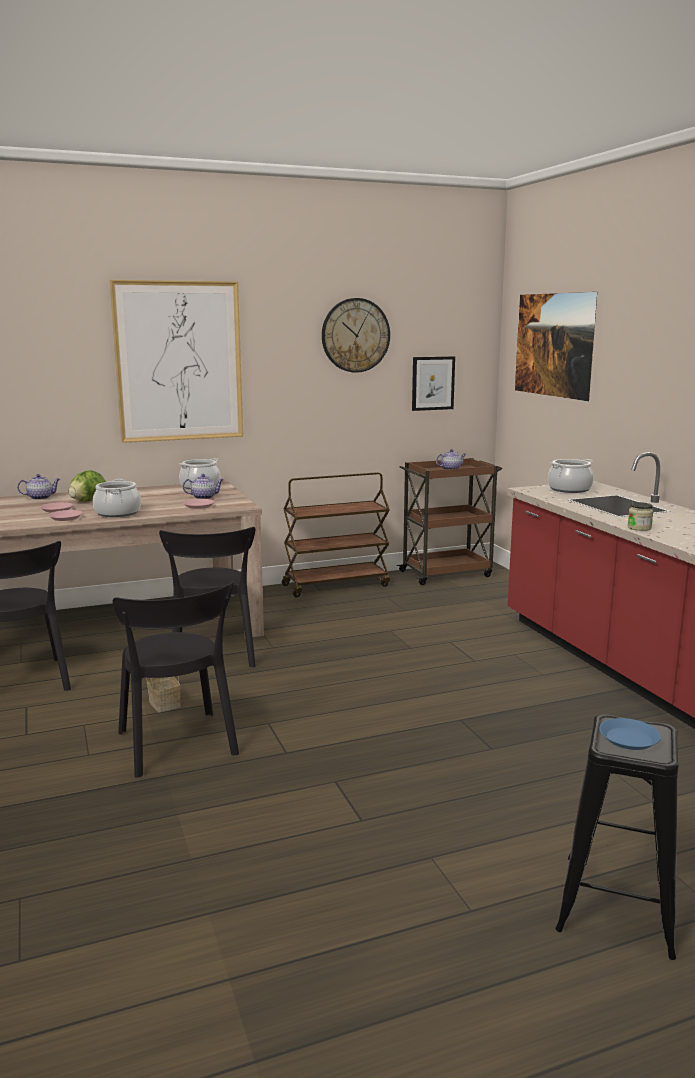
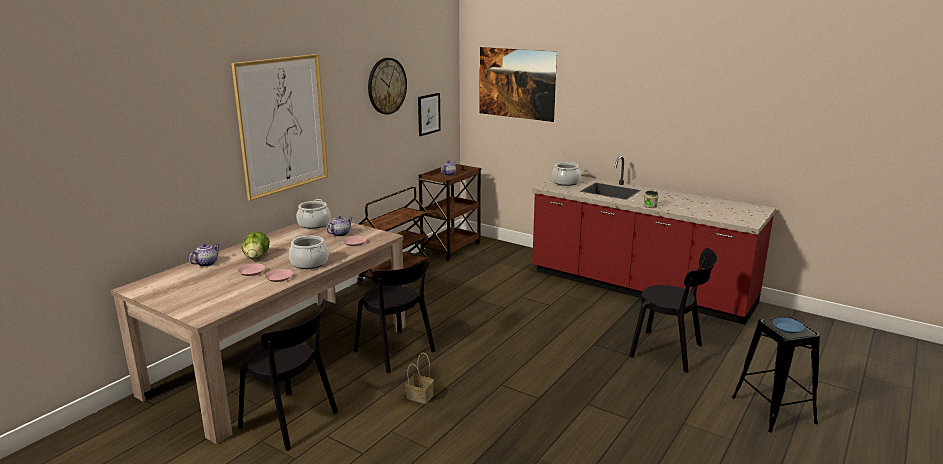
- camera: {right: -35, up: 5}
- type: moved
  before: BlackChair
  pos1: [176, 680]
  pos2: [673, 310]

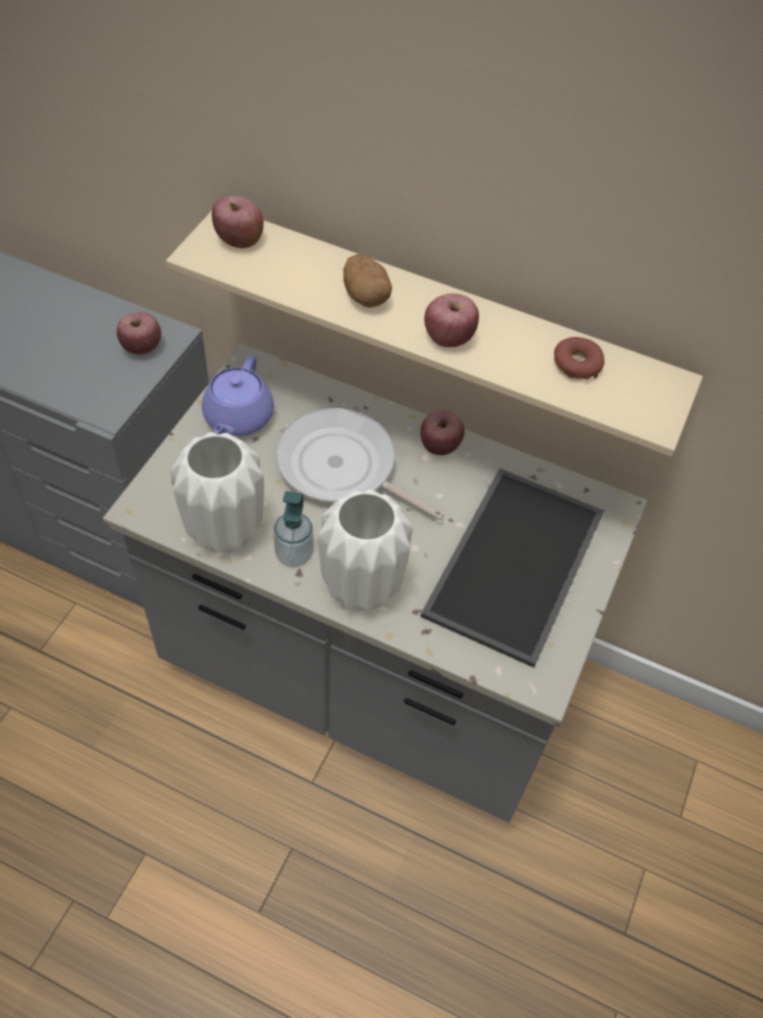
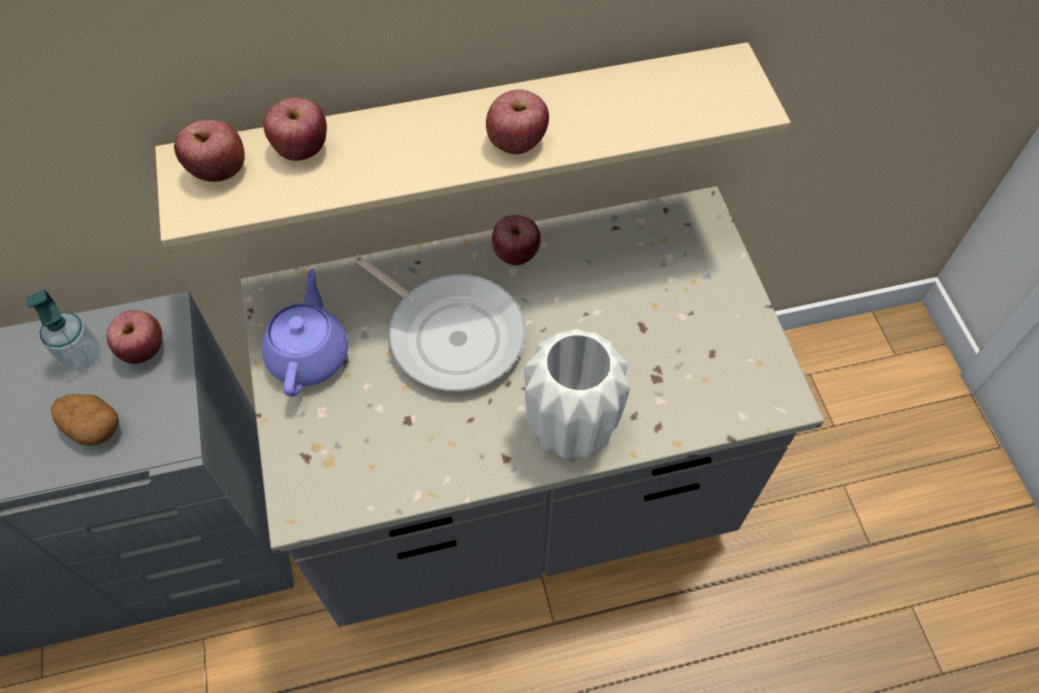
- camera: {right: -35, up: 5}
- type: removed
  before: WhiteVase
  pos1: [217, 492]
- type: removed
  before: Tray
  pos1: [512, 568]
- type: removed
  before: Donut
  pos1: [579, 358]
- type: added
  after: Apple
  pos2: [295, 129]
- type: moved
  before: SoapDispenser
  pos1: [294, 529]
  pos2: [63, 330]
- type: moved
  before: Potato
  pos1: [367, 281]
  pos2: [85, 420]
- type: turned
  before: PurpleTeapot
  pos1: [238, 395]
  pos2: [305, 332]
  turn: -150
- type: turned
  before: FryingPan
  pos1: [360, 464]
  pos2: [439, 323]
  turn: -135

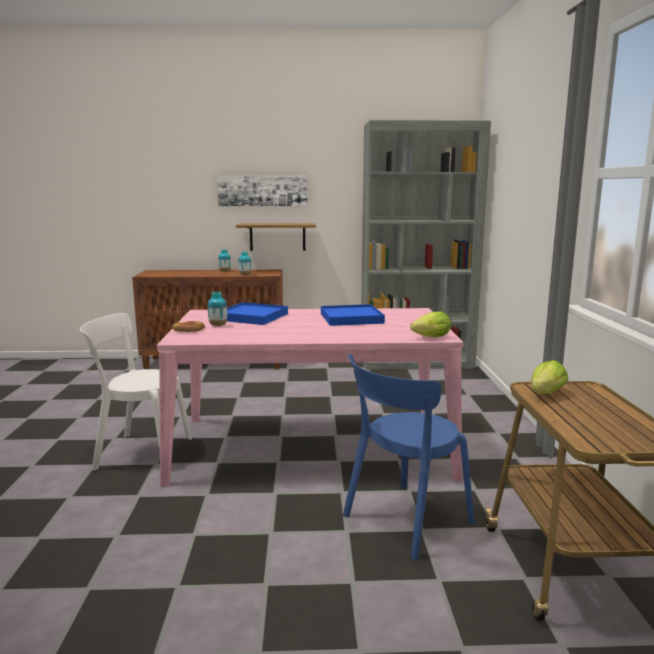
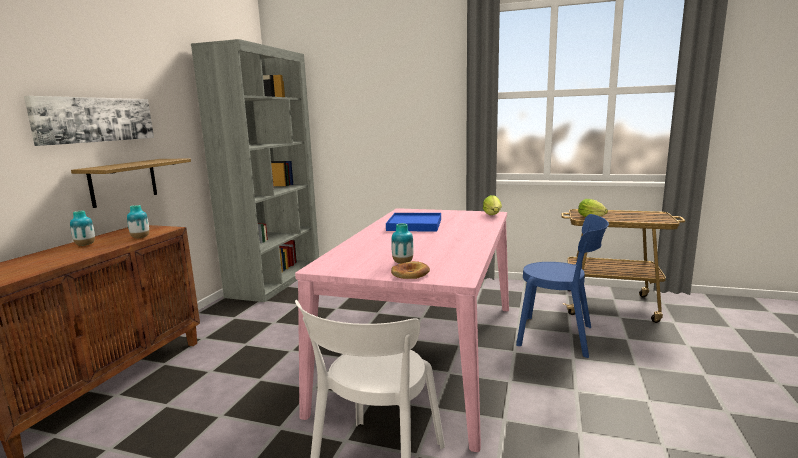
- camera: {right: -70, up: 0}
- type: removed
  before: BlueTray
  pos1: [257, 313]
- type: turned
  before: BlueChair
  pos1: [409, 457]
  pos2: [562, 286]
  turn: -45

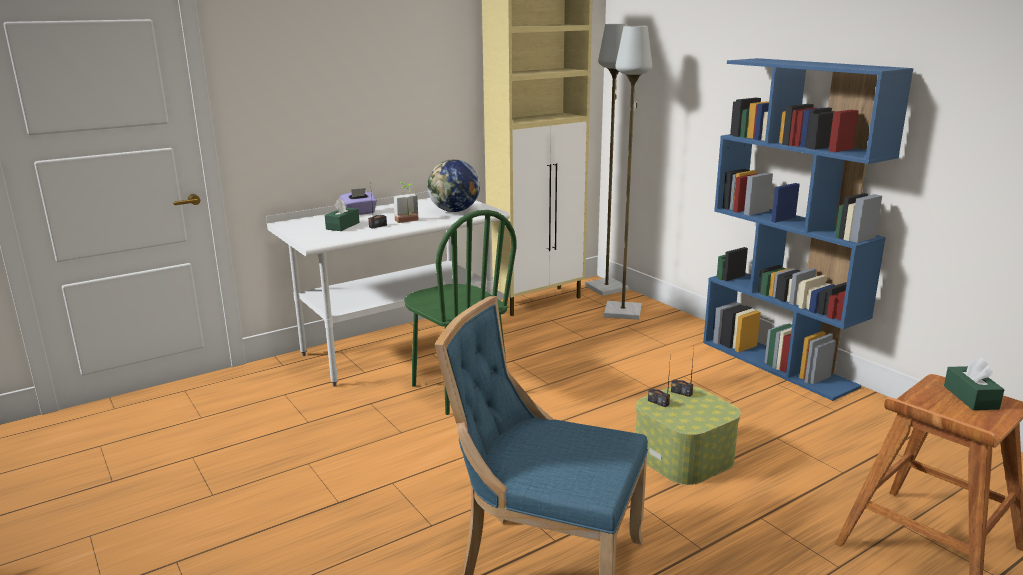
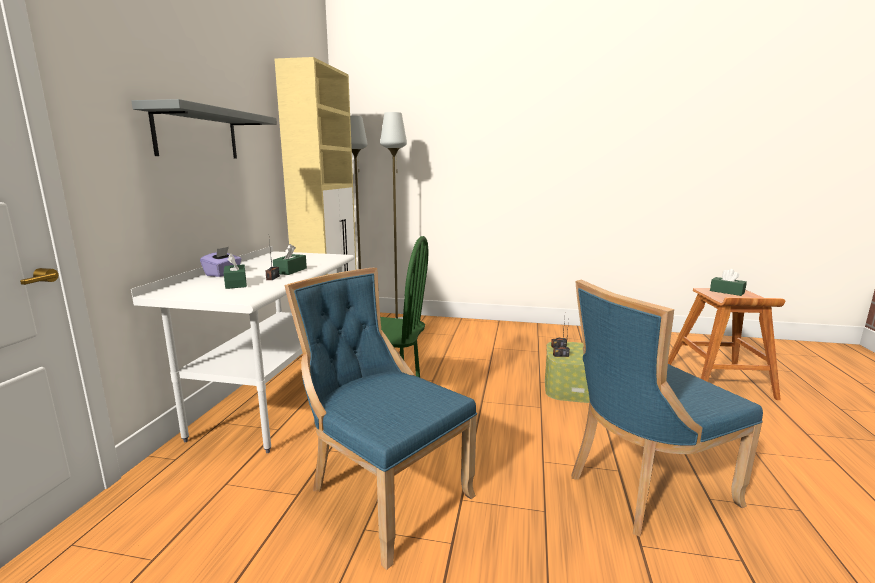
- camera: {right: -45, up: -5}
- type: removed
  before: Globe
  pos1: [453, 185]
- type: removed
  before: BlueBookcase
  pos1: [808, 229]
- type: added
  after: GreyShelf
  pos2: [204, 128]
- type: added
  after: BlueChair
  pos2: [380, 419]
- type: replaced
  before: PottedPlant
  after: GreenTissueBox
  pos1: [406, 202]
  pos2: [290, 259]

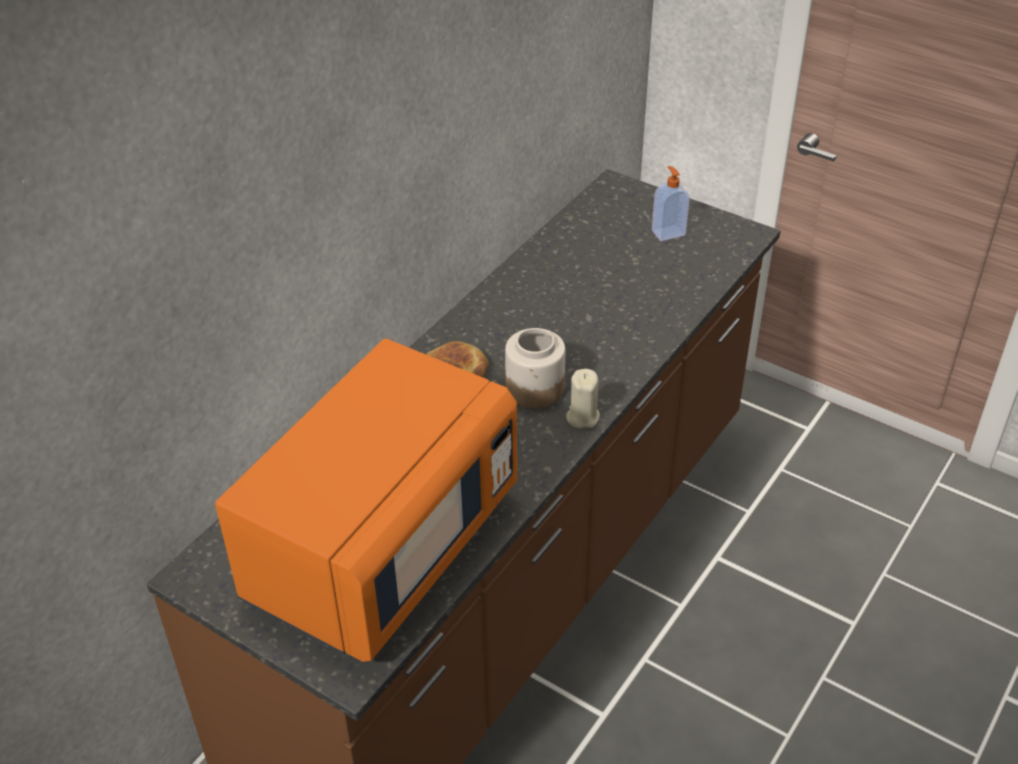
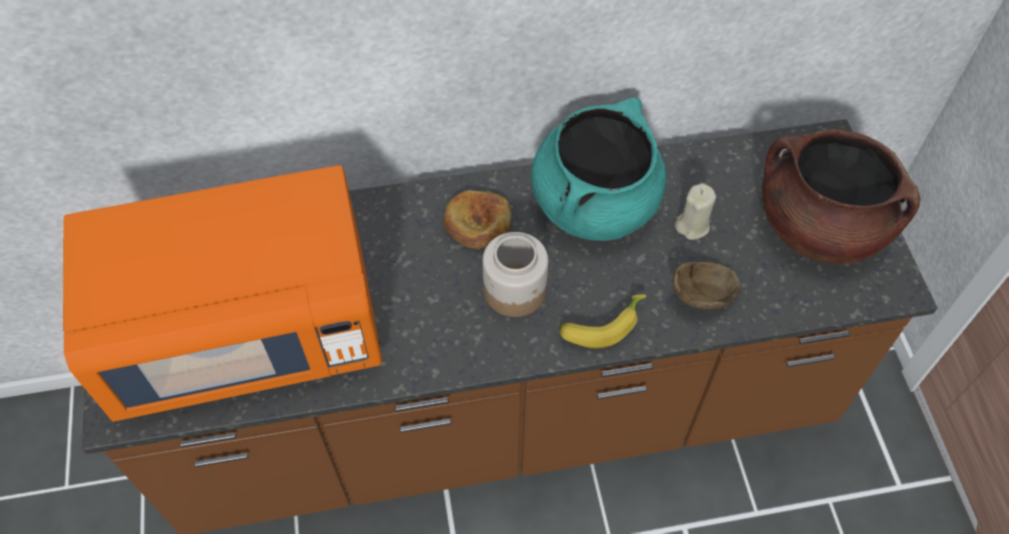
- camera: {right: 45, up: 15}
- type: added
  after: TurquoiseCookingPot
  pos2: [598, 169]
- type: added
  after: Banana
  pos2: [602, 321]
- type: added
  after: BrownBowl
  pos2: [706, 286]
- type: moved
  before: BeigeCandle
  pos1: [583, 398]
  pos2: [695, 211]
- type: replaced
  before: SoapDispenser
  after: BrownCookingPot
  pos1: [671, 203]
  pos2: [841, 196]

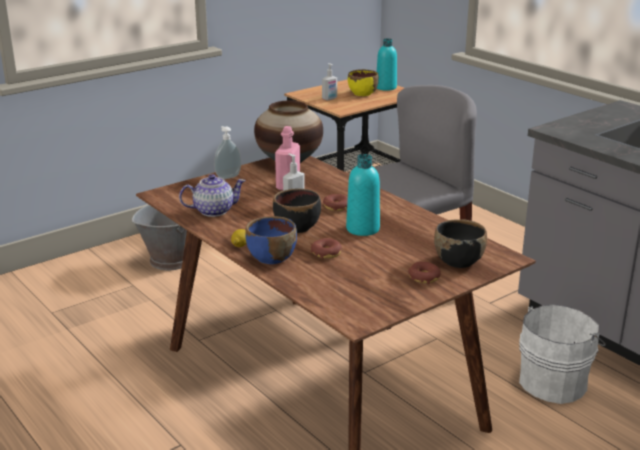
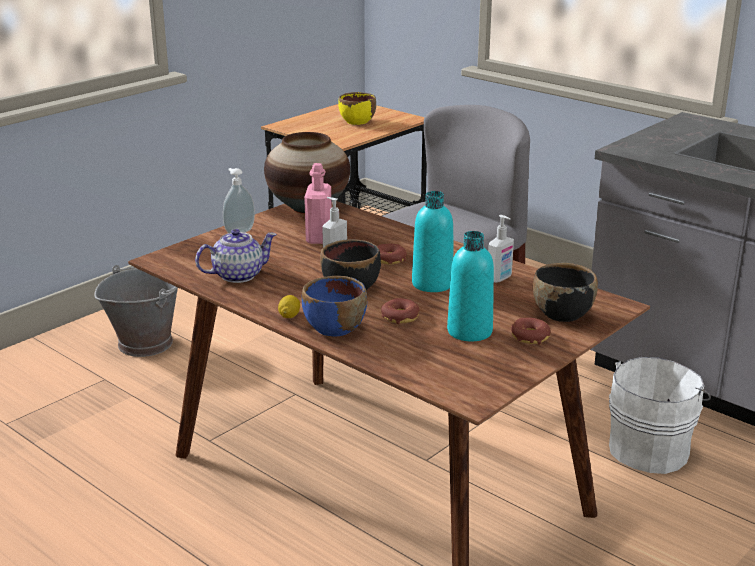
- camera: {right: -10, up: 0}
- type: moved
  before: SoapDispenser
  pos1: [329, 81]
  pos2: [501, 249]
- type: moved
  before: TurquoiseBottle
  pos1: [387, 64]
  pos2: [470, 286]

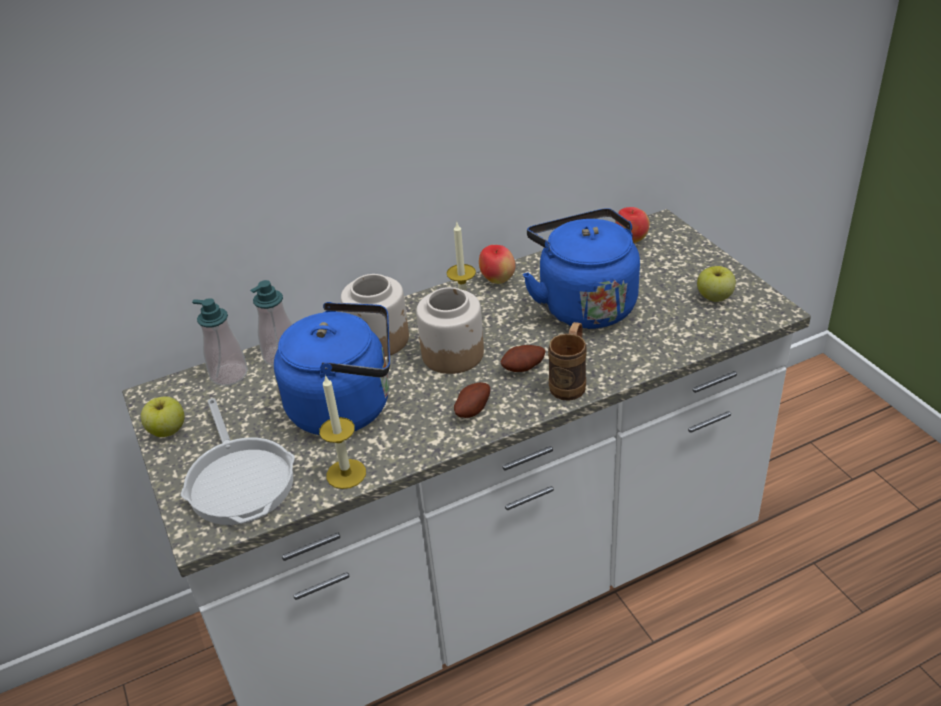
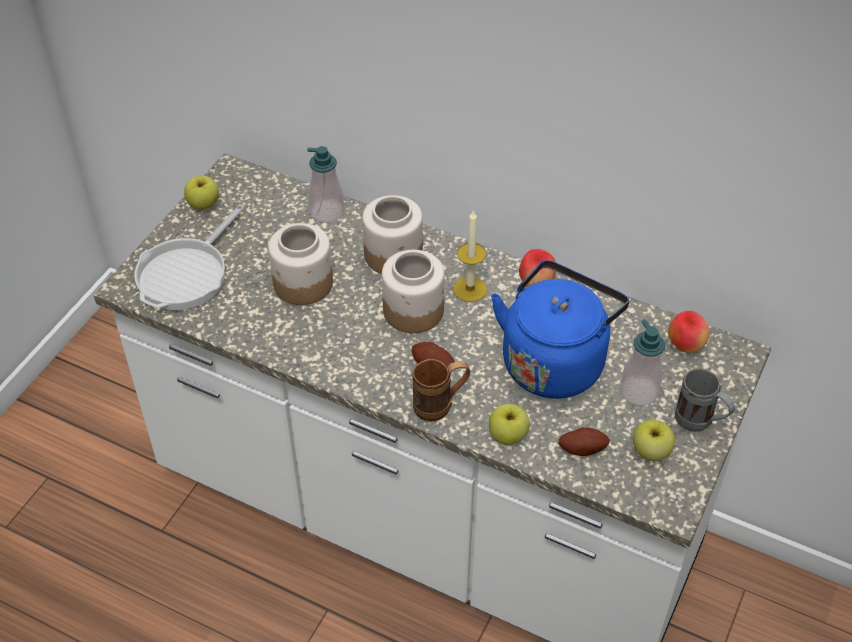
- camera: {right: 50, up: 10}
- type: removed
  before: Candle
  pos1: [342, 432]
- type: added
  after: Apple
  pos2: [509, 424]
- type: added
  after: GreyMug
  pos2: [705, 400]
- type: moved
  before: SoapDispenser
  pos1: [220, 342]
  pos2: [642, 362]
- type: moved
  before: Potato
  pos1: [472, 400]
  pos2: [584, 441]
- type: replaced
  before: BlueKettle
  after: Jar
  pos1: [332, 368]
  pos2: [300, 264]

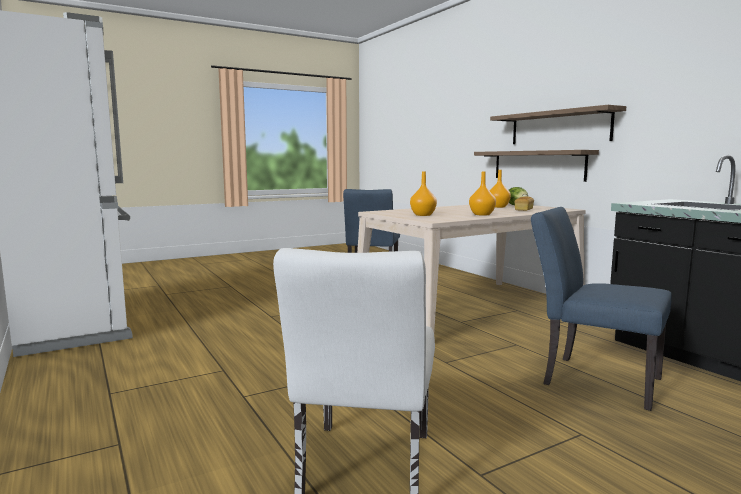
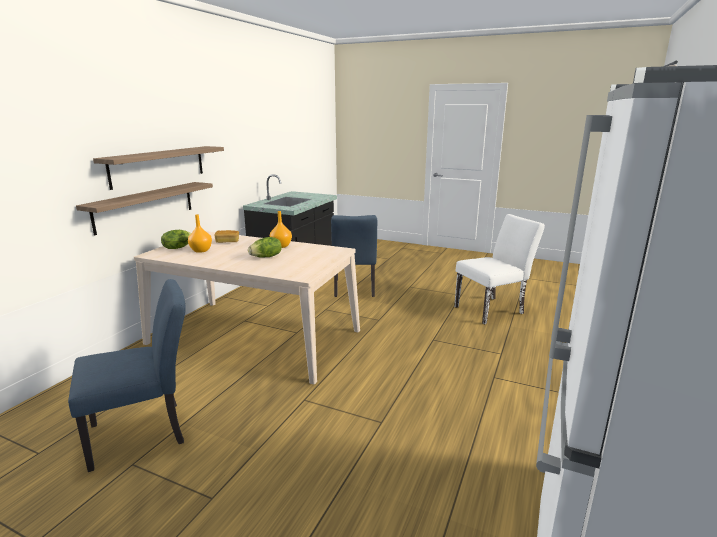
- camera: {right: -125, up: 10}
- type: removed
  before: OrangeVase
  pos1: [423, 193]
- type: added
  after: Lettuce
  pos2: [265, 247]

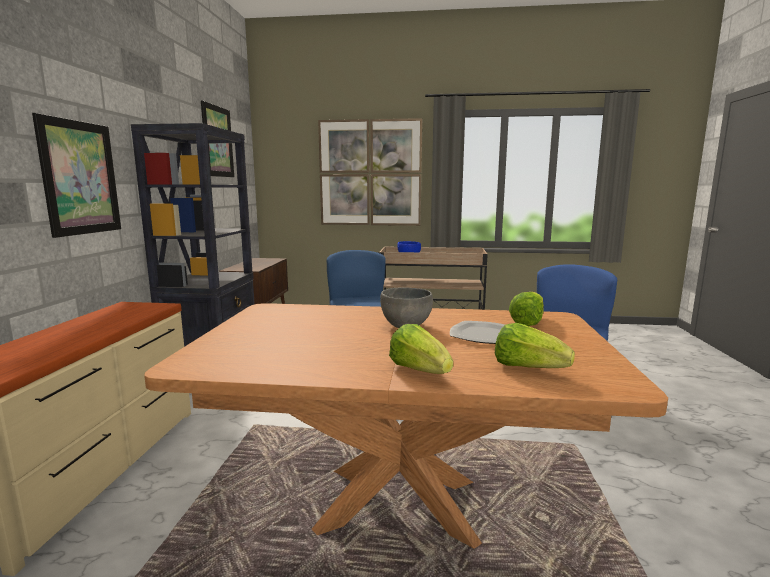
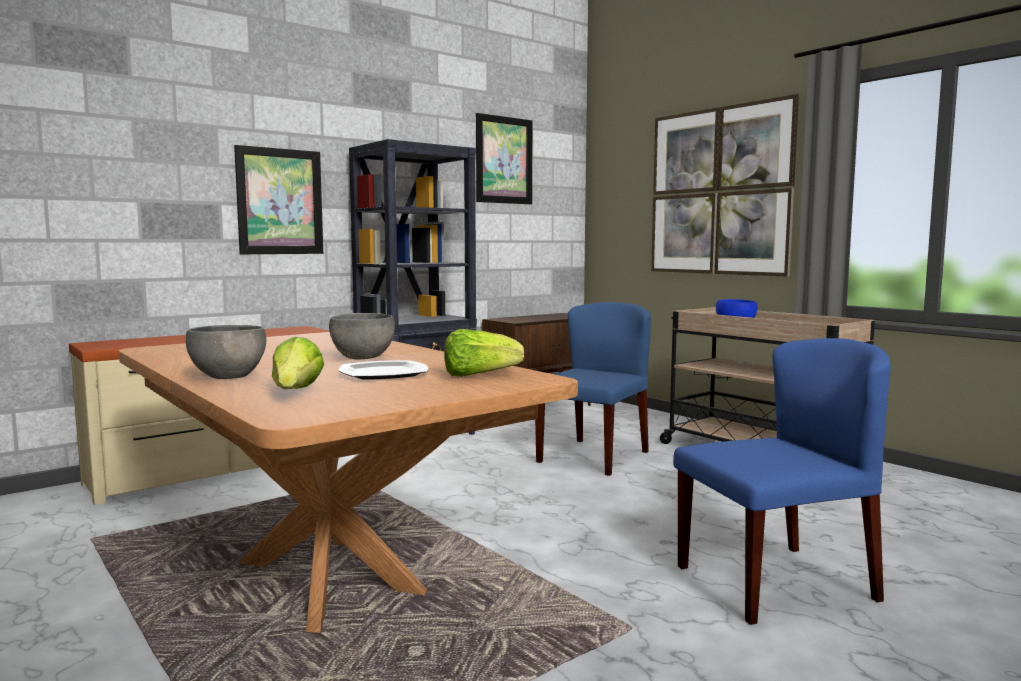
- camera: {right: 45, up: -5}
- type: replaced
  before: Lettuce
  after: GreyBowl
  pos1: [421, 349]
  pos2: [226, 352]

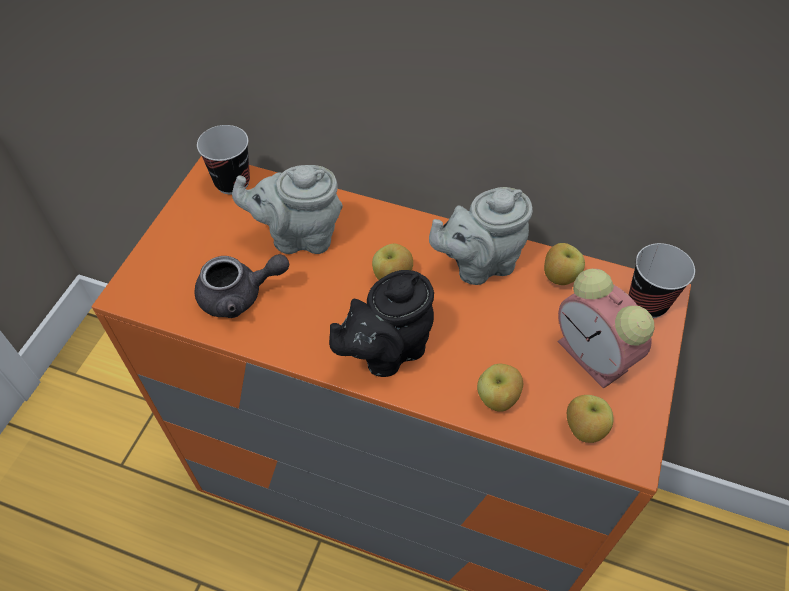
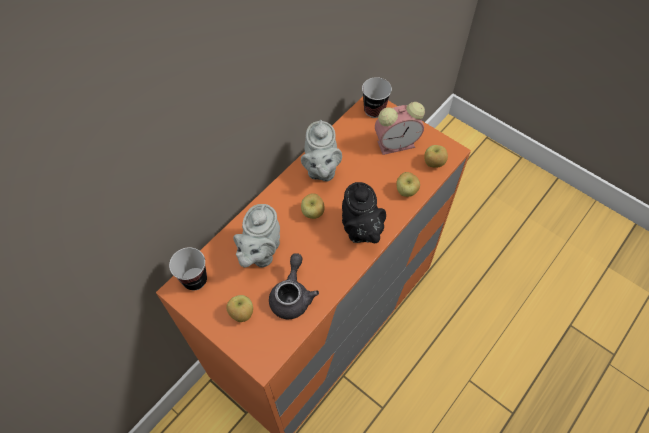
- camera: {right: -70, up: 5}
- type: moved
  before: Apple
  pos1: [564, 264]
  pos2: [239, 308]

